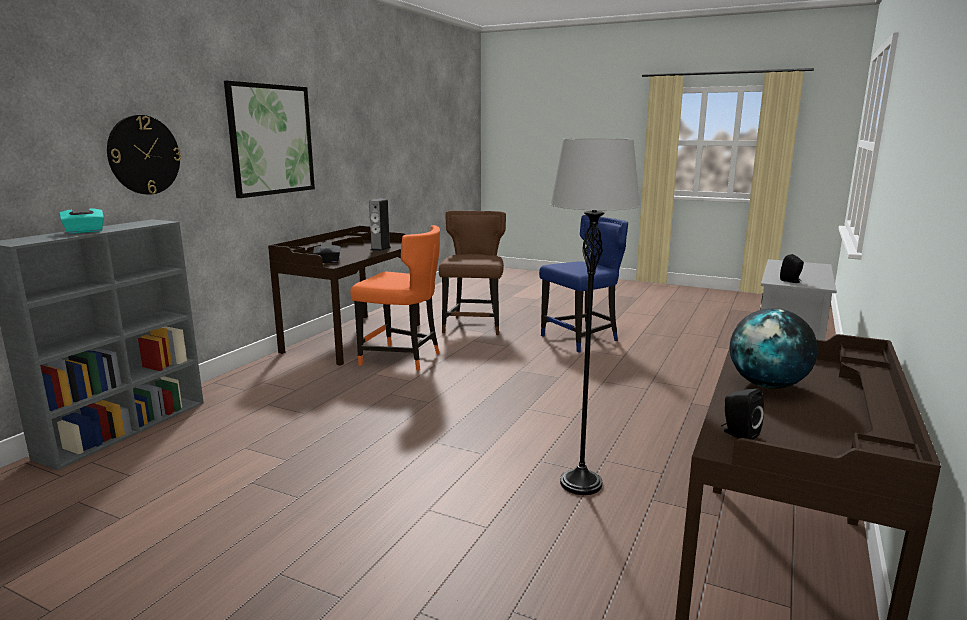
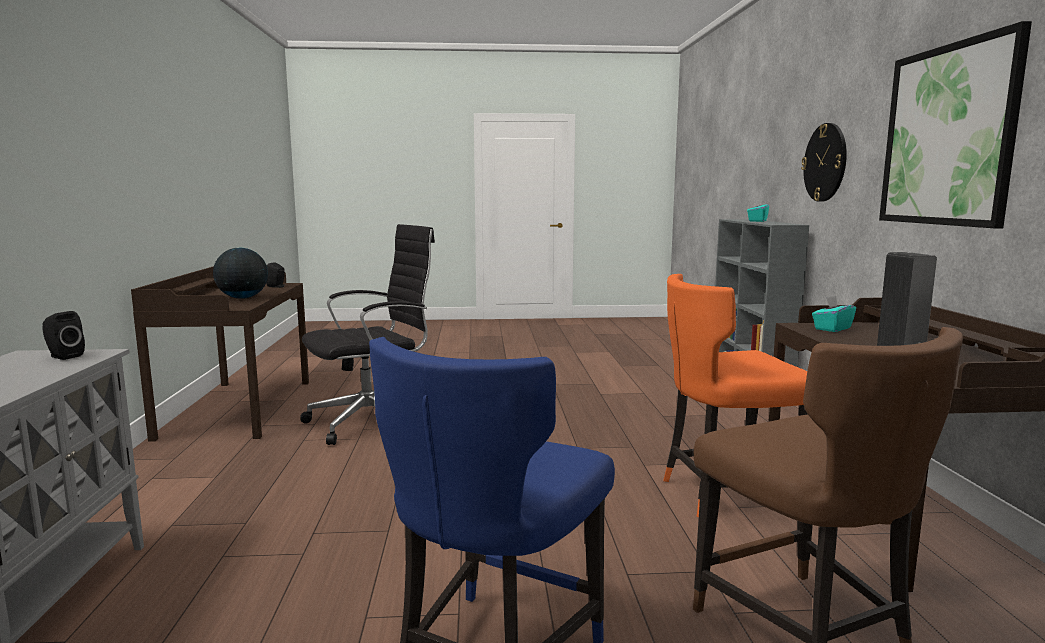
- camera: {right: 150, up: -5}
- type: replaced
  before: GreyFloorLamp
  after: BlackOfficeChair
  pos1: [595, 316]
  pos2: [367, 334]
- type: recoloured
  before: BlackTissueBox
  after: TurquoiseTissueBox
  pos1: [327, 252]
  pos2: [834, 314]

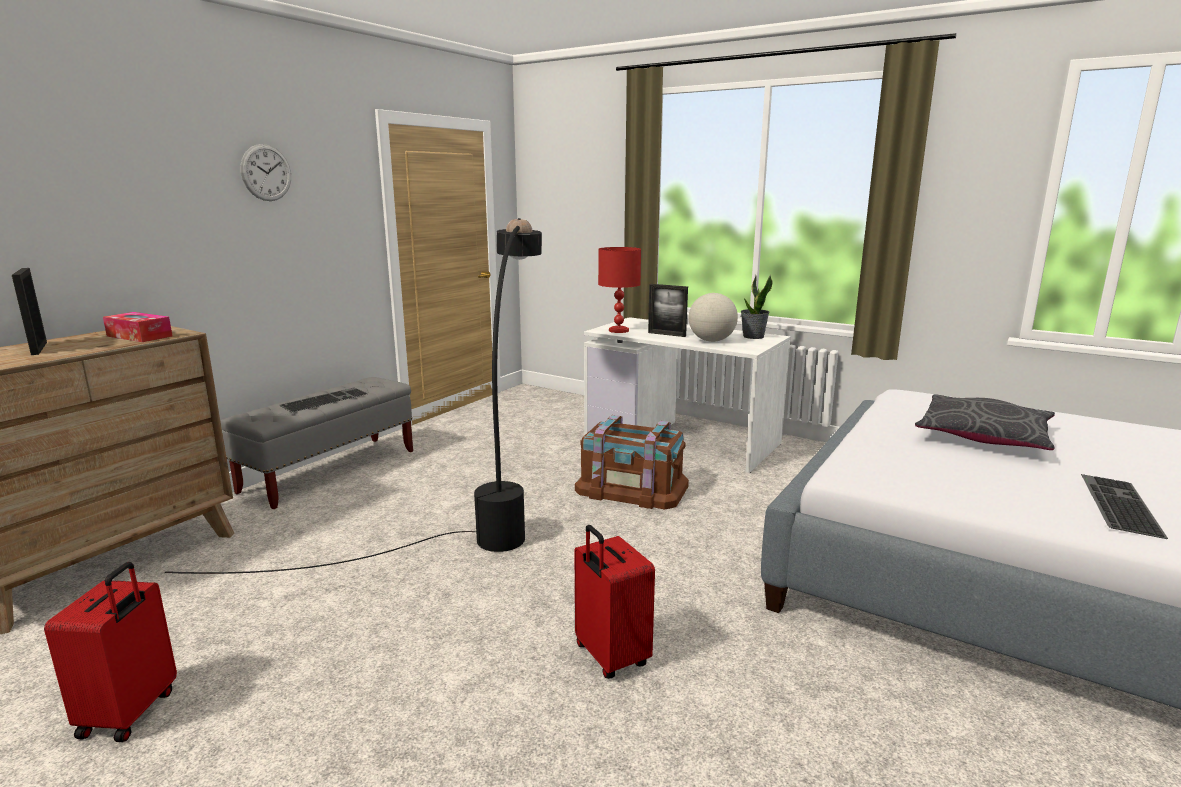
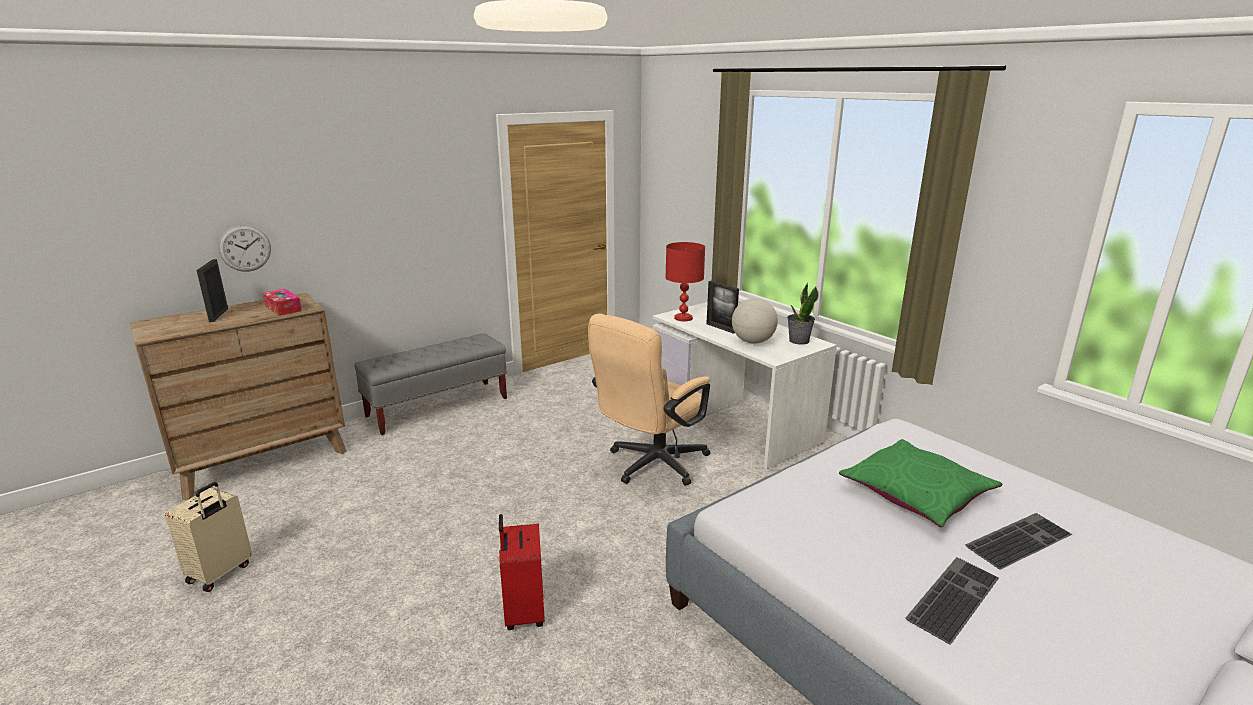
- camera: {right: 20, up: 5}
- type: removed
  before: BlackFloorLamp
  pos1: [353, 396]
- type: moved
  before: WallClock
  pos1: [265, 172]
  pos2: [244, 248]
- type: moved
  before: Keyboard
  pos1: [323, 400]
  pos2: [1018, 541]
- type: replaced
  before: BrownStorageBox
  after: BeigeOfficeChair
  pos1: [632, 462]
  pos2: [649, 400]
- type: recoloured
  before: RedSuitcase
  after: BeigeSuitcase
  pos1: [110, 652]
  pos2: [208, 537]
- type: recoloured
  before: GreyPillow
  after: GreenPillow
  pos1: [985, 422]
  pos2: [920, 483]

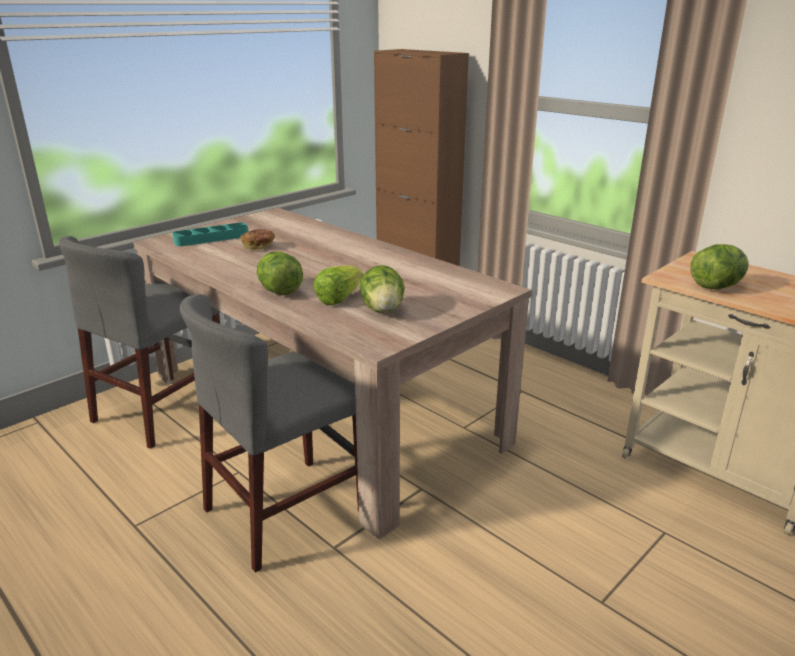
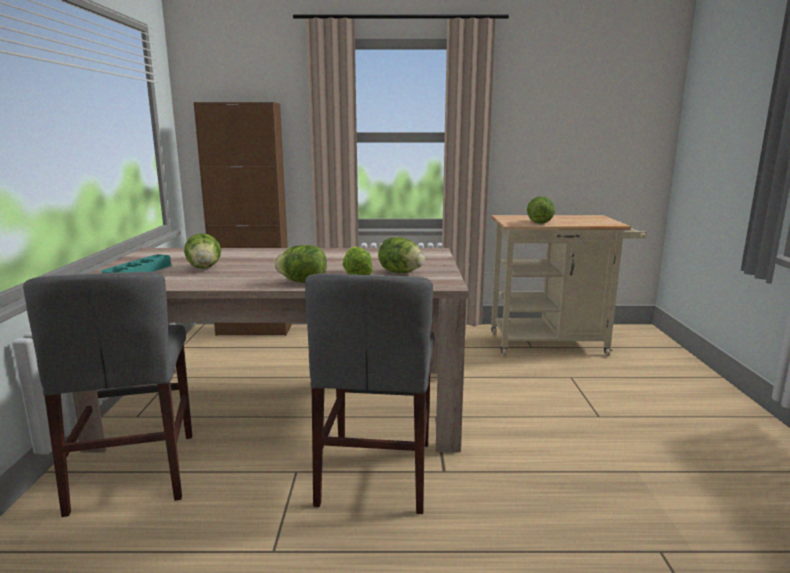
- camera: {right: -45, up: -10}
- type: replaced
  before: Bread
  after: Lettuce
  pos1: [258, 239]
  pos2: [202, 251]

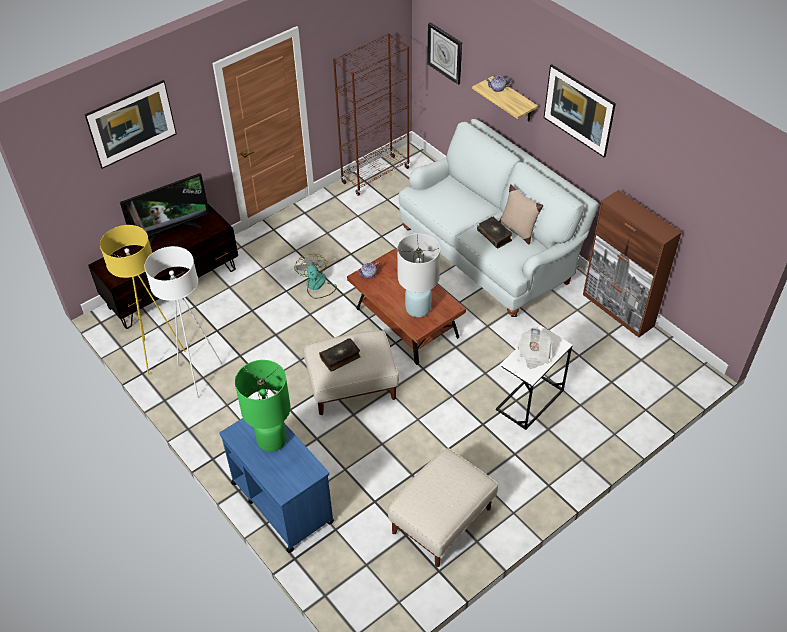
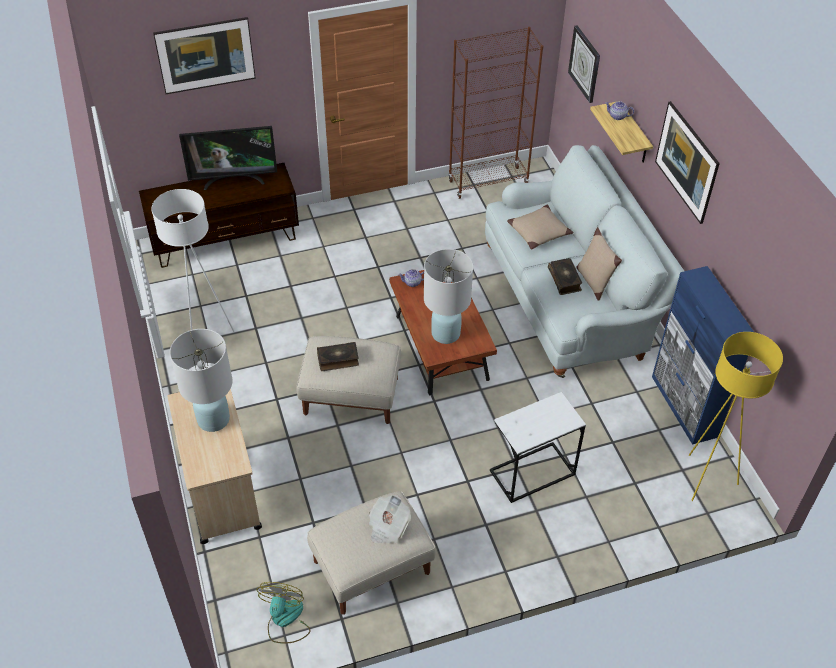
- camera: {right: 20, up: 0}
- type: added
  after: BeigePillow
  pos2: [540, 227]
- type: moved
  before: YellowFloorLamp
  pos1: [142, 300]
  pos2: [736, 416]
- type: moved
  before: Fan
  pos1: [315, 276]
  pos2: [284, 613]
- type: moved
  before: Newspaper
  pos1: [535, 348]
  pos2: [390, 519]
- type: recoloured
  before: BlueCart
  after: BeigeCart
  pos1: [277, 485]
  pos2: [214, 466]
- type: recoloured
  before: GreenTableLamp
  after: WhiteTableLamp
  pos1: [263, 406]
  pos2: [201, 380]
- type: recoloured
  before: BrownCabinet
  after: BlueCabinet
  pos1: [632, 264]
  pos2: [703, 355]

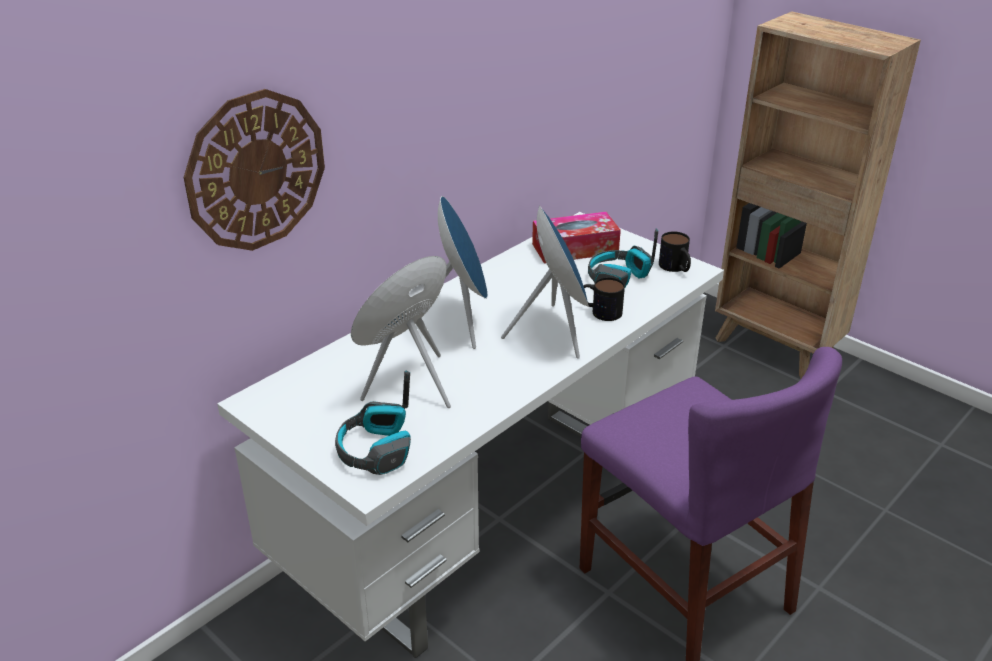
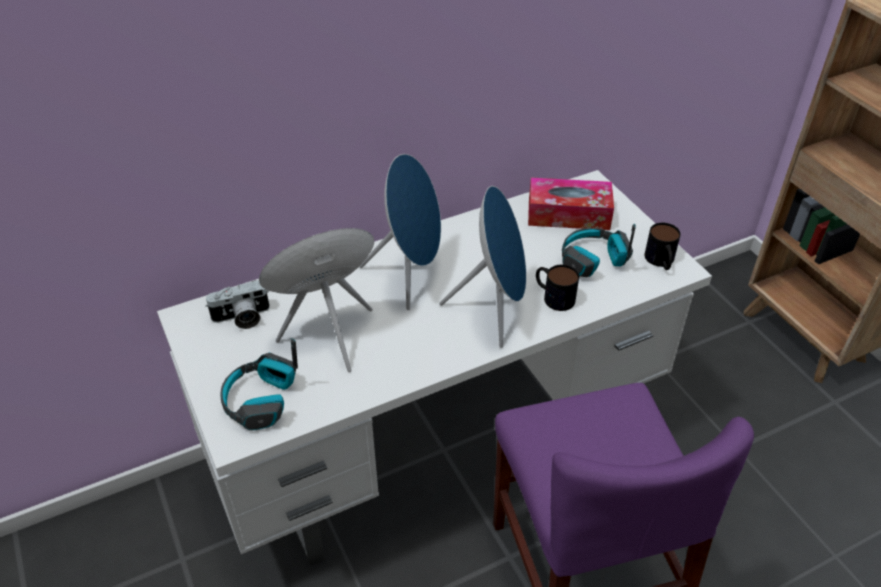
- camera: {right: 20, up: 10}
- type: removed
  before: WallClock
  pos1: [254, 170]
- type: added
  after: PhotoCamera
  pos2: [237, 304]

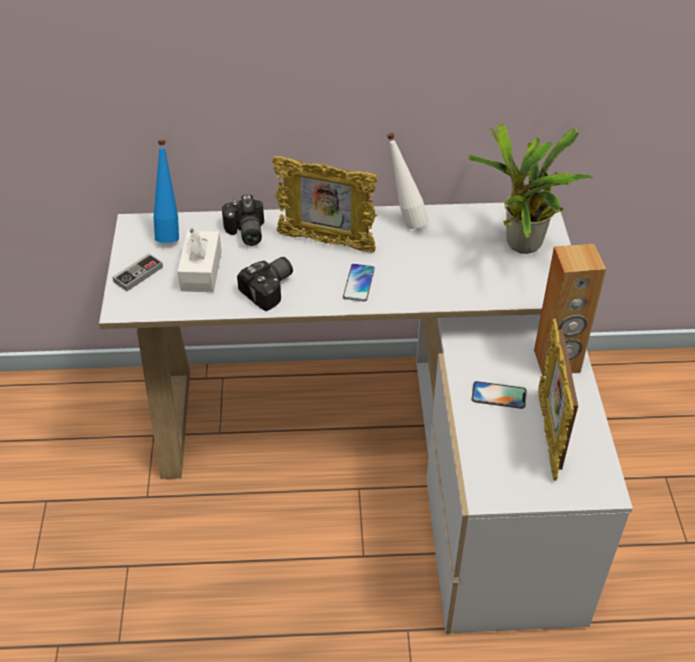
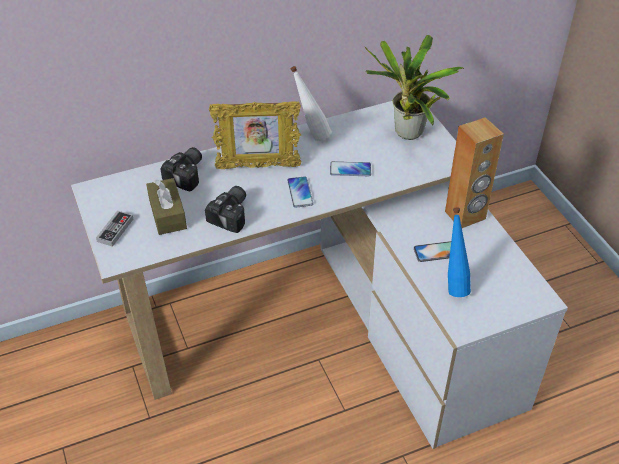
- camera: {right: -20, up: 0}
- type: removed
  before: PictureFrame
  pos1: [558, 400]
- type: added
  after: Phone
  pos2: [350, 168]
- type: moved
  before: BlueBottle
  pos1: [166, 191]
  pos2: [459, 252]
- type: recoloured
  before: WhiteTissueBox
  after: BrownTissueBox
  pos1: [199, 260]
  pos2: [166, 206]
- type: turned
  before: PhotoCamera
  pos1: [243, 220]
  pos2: [181, 169]
  turn: -120

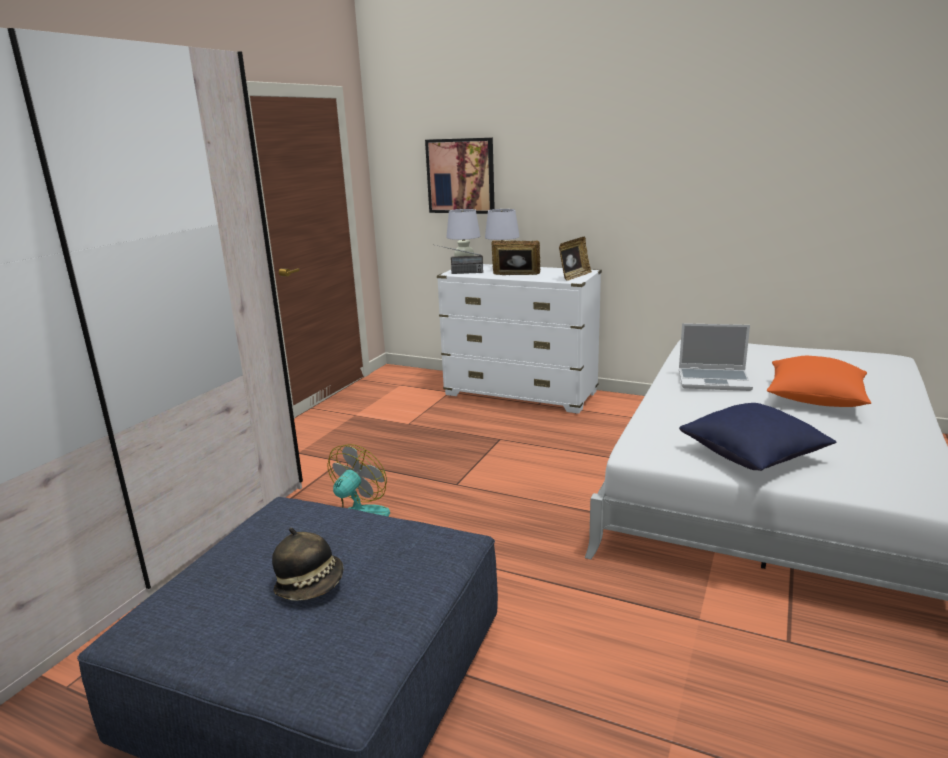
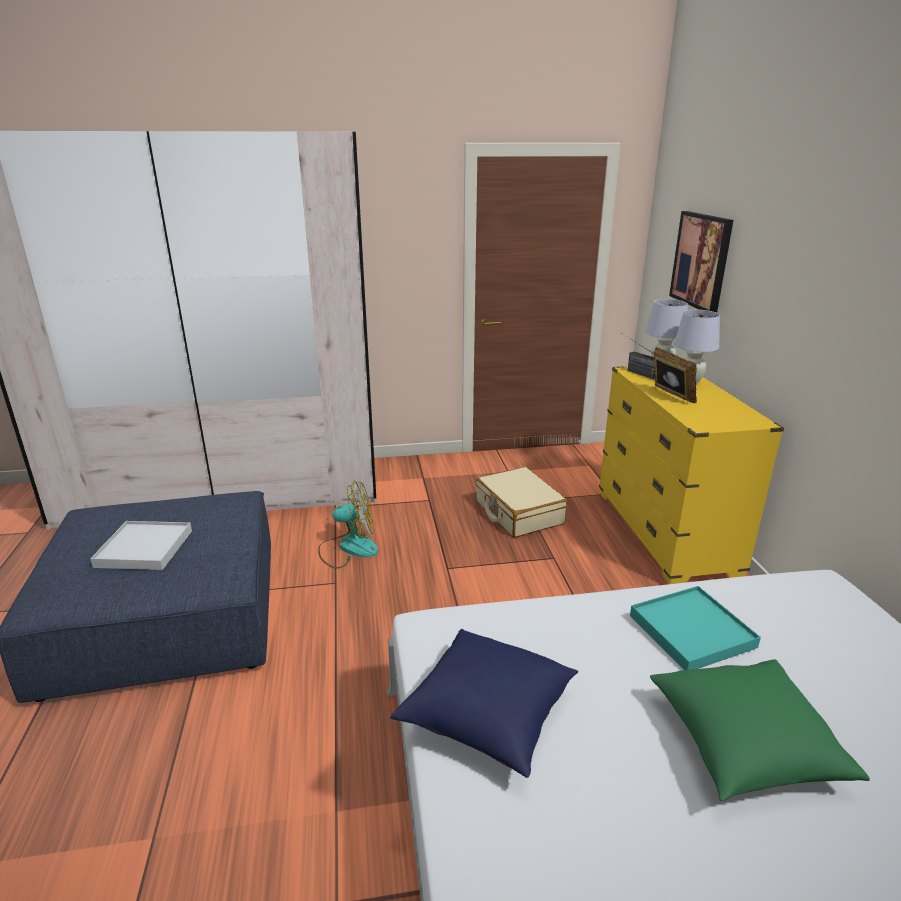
- camera: {right: 55, up: 5}
- type: removed
  before: PictureFrame
  pos1: [575, 259]
- type: added
  after: BeigeSuitcase
  pos2: [521, 502]
- type: replaced
  before: Hat
  after: WhiteTray
  pos1: [308, 564]
  pos2: [141, 545]
- type: replaced
  before: Laptop
  after: TurquoiseTray
  pos1: [716, 357]
  pos2: [695, 628]
- type: recoloured
  before: WhiteDresser
  after: YellowDresser
  pos1: [519, 339]
  pos2: [691, 475]
- type: recoloured
  before: OrangePillow
  after: GreenPillow
  pos1: [819, 381]
  pos2: [760, 730]

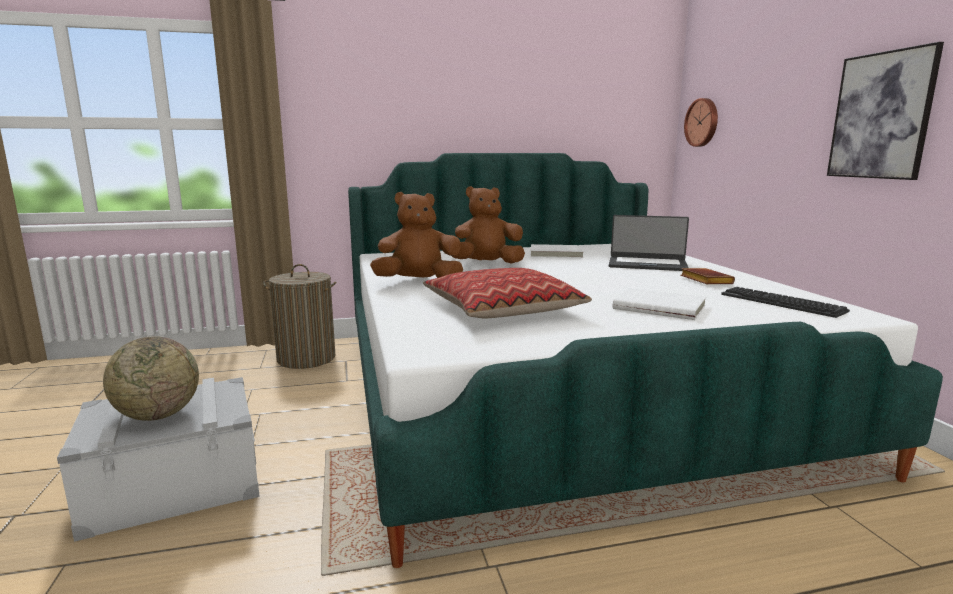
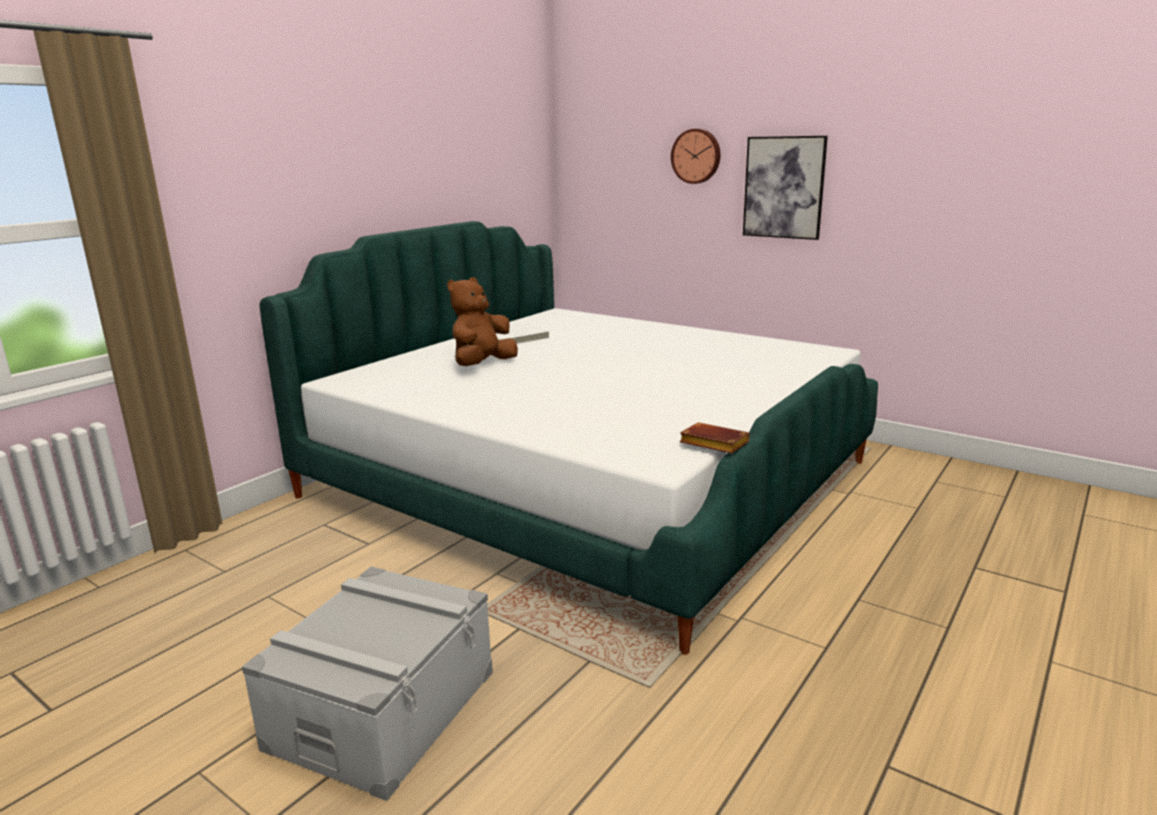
- camera: {right: -40, up: 5}
- type: removed
  before: Globe
  pos1: [151, 378]
- type: removed
  before: LaundryBasket
  pos1: [299, 316]
- type: removed
  before: BrownPlushToy
  pos1: [416, 235]
- type: removed
  before: Pillow
  pos1: [507, 293]
- type: removed
  before: Laptop
  pos1: [649, 243]
- type: removed
  before: WhiteBook
  pos1: [659, 304]
- type: removed
  before: Keyboard
  pos1: [785, 302]
- type: moved
  before: BrownBook
  pos1: [707, 276]
  pos2: [714, 438]
- type: moved
  before: WallClock
  pos1: [701, 122]
  pos2: [695, 156]

